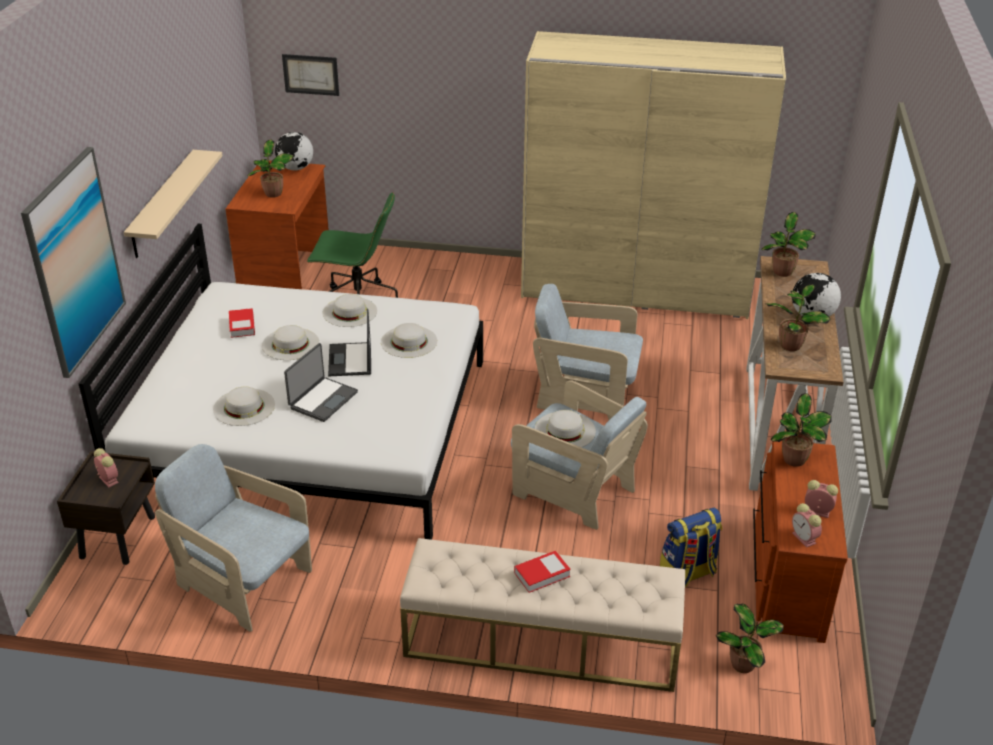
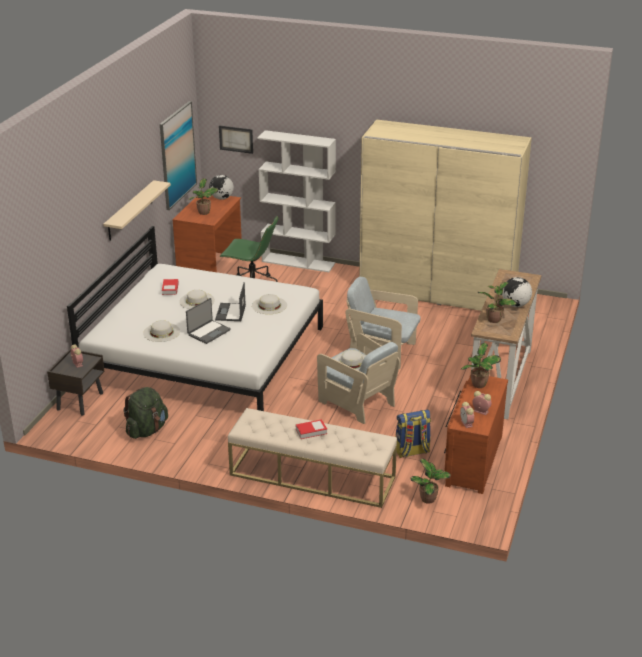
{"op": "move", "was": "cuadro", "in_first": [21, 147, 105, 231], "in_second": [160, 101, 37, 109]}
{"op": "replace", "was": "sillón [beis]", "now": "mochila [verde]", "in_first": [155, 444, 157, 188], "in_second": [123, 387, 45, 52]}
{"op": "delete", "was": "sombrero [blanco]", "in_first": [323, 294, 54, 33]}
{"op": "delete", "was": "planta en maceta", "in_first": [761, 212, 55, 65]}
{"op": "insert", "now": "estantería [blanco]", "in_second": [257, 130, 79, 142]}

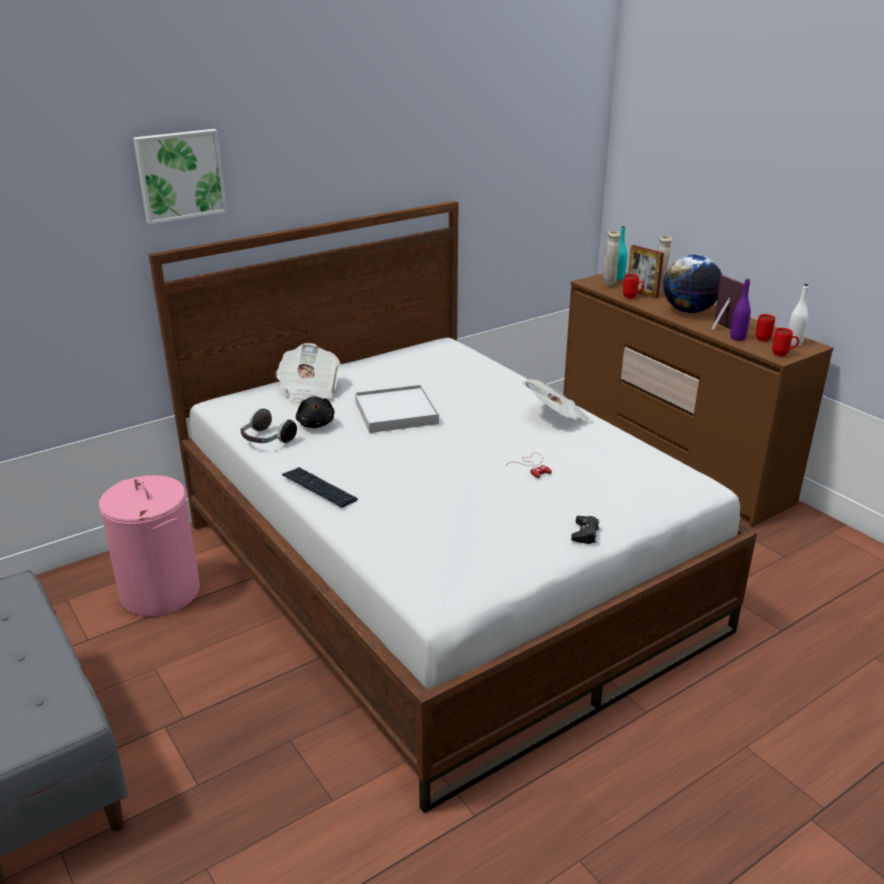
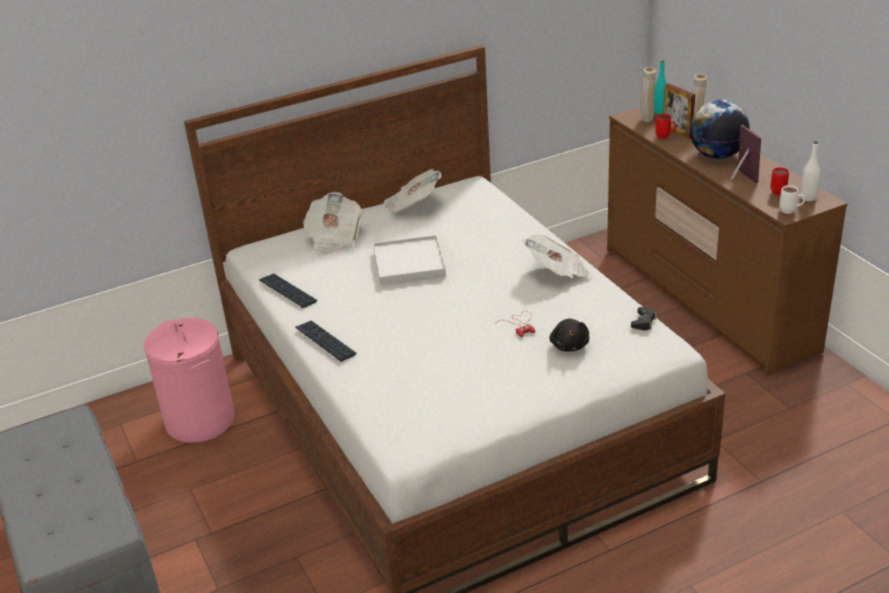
{"op": "delete", "was": "cuadro", "in_first": [133, 129, 94, 95]}
{"op": "replace", "was": "auriculares", "now": "teclado", "in_first": [241, 408, 56, 36], "in_second": [259, 273, 58, 35]}
{"op": "move", "was": "peluche [negro]", "in_first": [296, 396, 39, 32], "in_second": [549, 319, 40, 33]}
{"op": "move", "was": "mando de consola [negro]", "in_first": [571, 516, 28, 28], "in_second": [631, 307, 25, 24]}
{"op": "delete", "was": "botella [morado]", "in_first": [730, 279, 21, 62]}
{"op": "recolor", "was": "taza grande [rojo]", "now": "taza grande [blanco]", "in_first": [772, 328, 27, 29], "in_second": [779, 185, 26, 29]}
{"op": "insert", "now": "periódico", "in_second": [383, 169, 59, 46]}

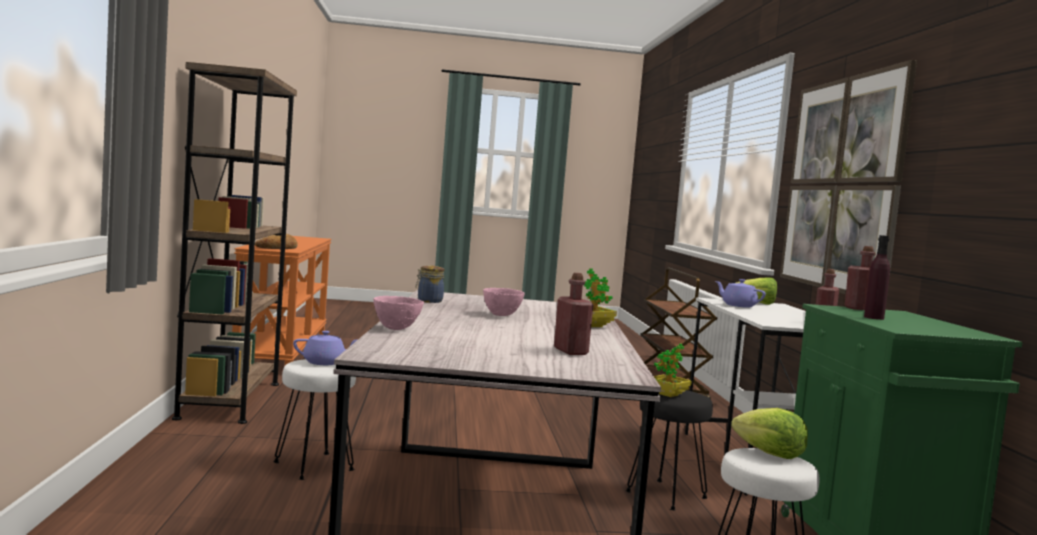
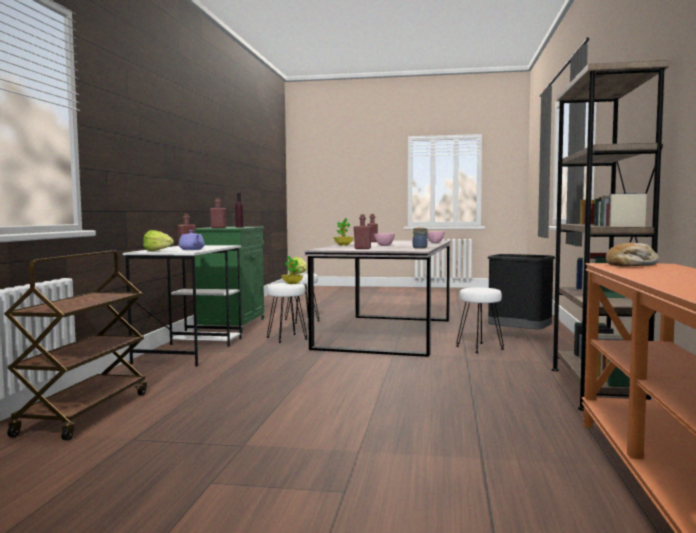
{"op": "delete", "was": "tetera [morado]", "in_first": [293, 331, 64, 34]}
{"op": "recolor", "was": "taburete [negro]", "now": "taburete [blanco]", "in_first": [626, 390, 87, 120], "in_second": [267, 283, 40, 60]}
{"op": "delete", "was": "cuadro", "in_first": [780, 60, 137, 234]}
{"op": "insert", "now": "botella [rojo]", "in_second": [354, 214, 18, 35]}
{"op": "insert", "now": "papelera [negro]", "in_second": [487, 254, 68, 76]}

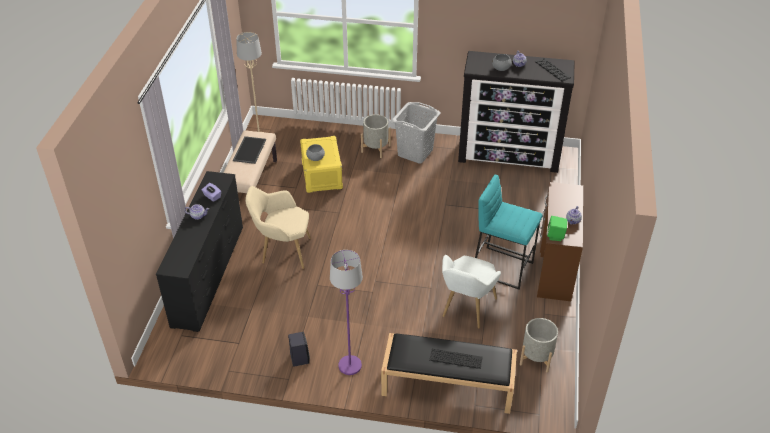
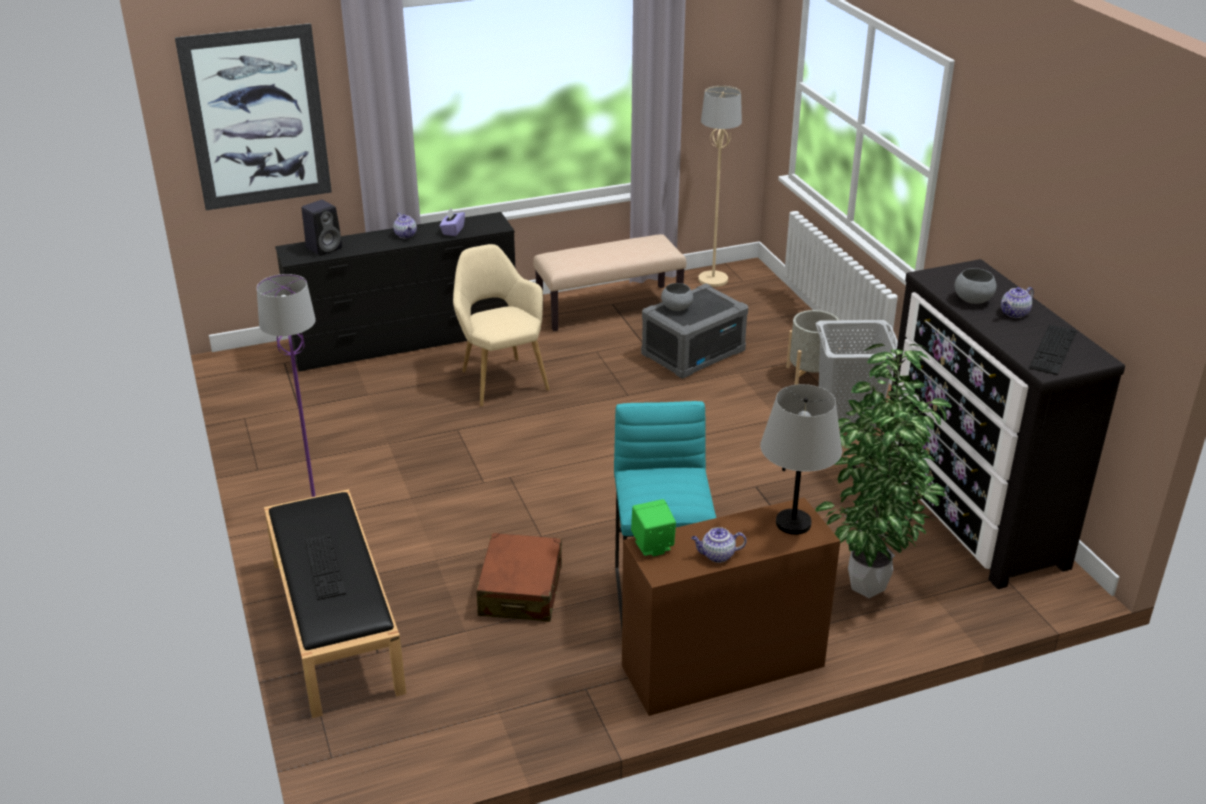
{"op": "delete", "was": "bandeja", "in_first": [233, 136, 33, 28]}
{"op": "move", "was": "altavoz [negro]", "in_first": [288, 332, 22, 35], "in_second": [302, 200, 40, 56]}
{"op": "recolor", "was": "caja de almacenaje [amarillo]", "now": "caja de almacenaje [gris]", "in_first": [300, 136, 43, 57], "in_second": [641, 284, 107, 95]}
{"op": "replace", "was": "sillón [blanco]", "now": "maleta [marrón]", "in_first": [442, 255, 59, 73], "in_second": [477, 533, 85, 89]}
{"op": "delete", "was": "maceta [gris]", "in_first": [520, 318, 38, 54]}
{"op": "insert", "now": "cuadro", "in_second": [175, 23, 157, 187]}
{"op": "insert", "now": "lámpara de mesa [gris]", "in_second": [760, 384, 82, 151]}
{"op": "insert", "now": "planta en maceta", "in_second": [815, 343, 136, 255]}

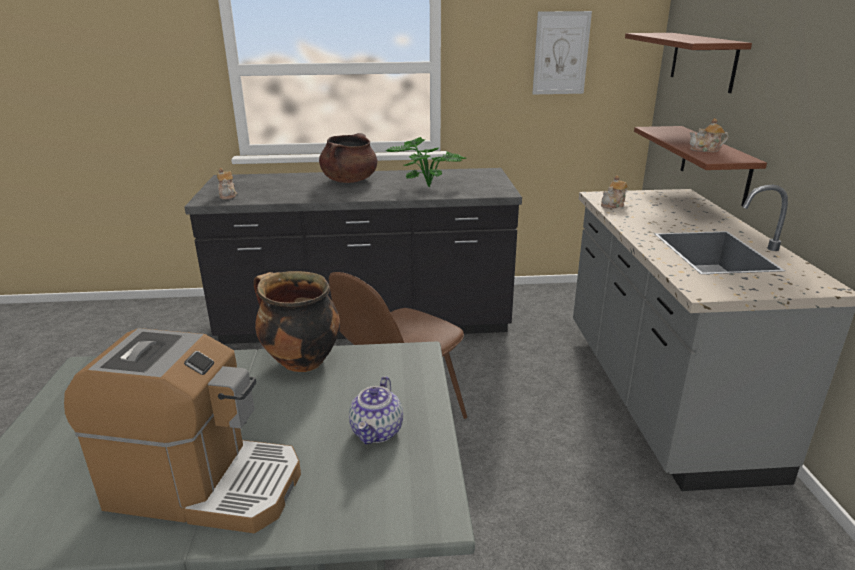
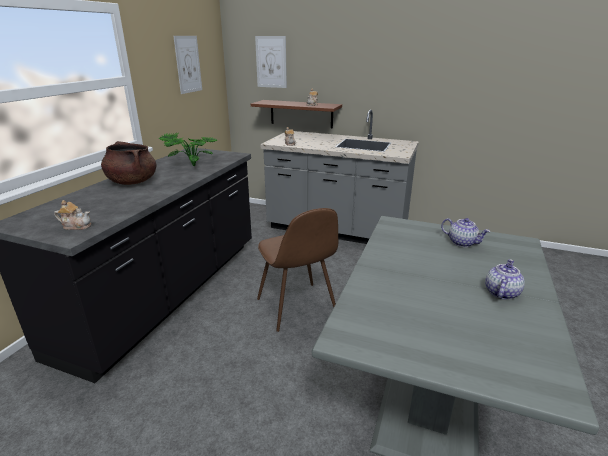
{"op": "replace", "was": "cafetera", "now": "tetera", "in_first": [64, 328, 237, 205], "in_second": [485, 259, 40, 41]}
{"op": "delete", "was": "olla", "in_first": [254, 271, 86, 101]}
{"op": "replace", "was": "estante [marrón]", "now": "cuadro", "in_first": [625, 33, 127, 60], "in_second": [255, 36, 32, 52]}

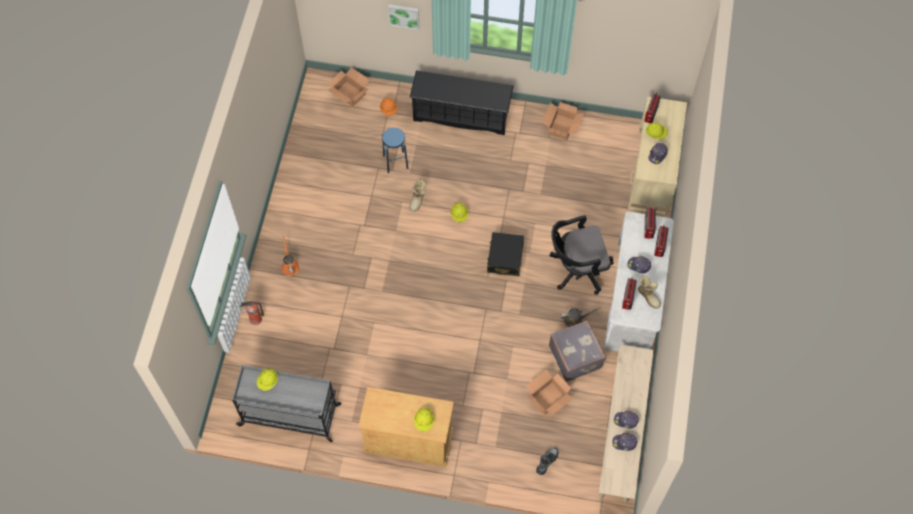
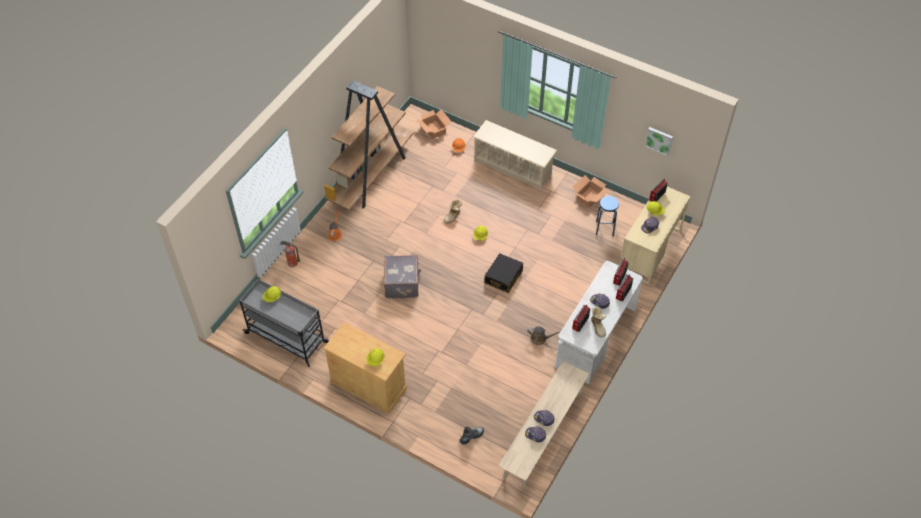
{"op": "move", "was": "taburete [azul]", "in_first": [382, 128, 26, 45], "in_second": [596, 196, 23, 40]}
{"op": "move", "was": "cuadro", "in_first": [388, 4, 31, 26], "in_second": [645, 127, 28, 29]}
{"op": "recolor", "was": "zapatero [negro]", "now": "zapatero [beis]", "in_first": [410, 70, 104, 65], "in_second": [473, 120, 84, 70]}
{"op": "delete", "was": "caja de cartón", "in_first": [526, 369, 47, 46]}
{"op": "delete", "was": "silla de oficina [negro]", "in_first": [549, 215, 64, 80]}
{"op": "move", "was": "maleta [gris]", "in_first": [549, 321, 57, 61], "in_second": [384, 255, 37, 43]}
{"op": "insert", "now": "estantería [marrón]", "in_second": [324, 81, 90, 129]}

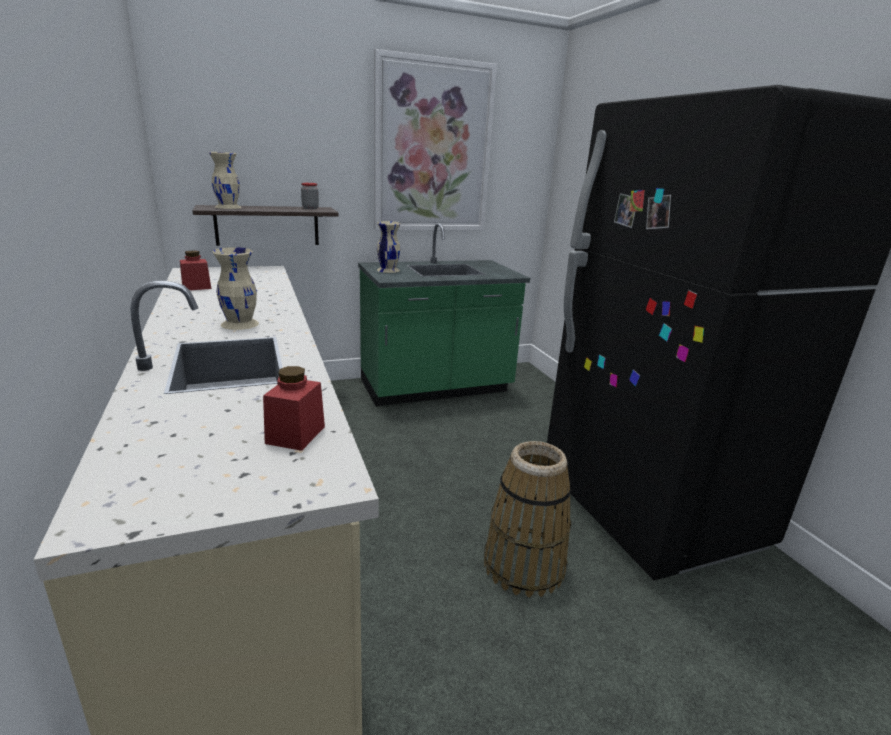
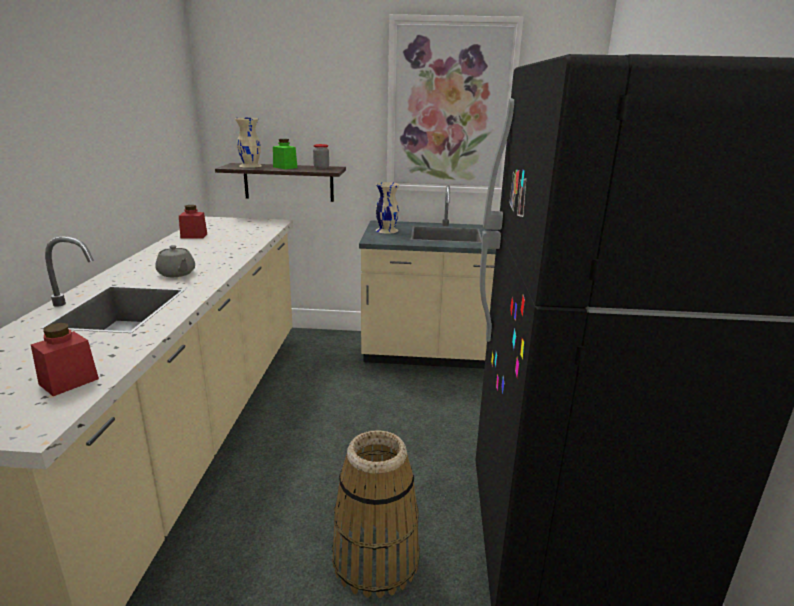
{"op": "replace", "was": "florero [beis]", "now": "tetera [gris]", "in_first": [213, 247, 46, 83], "in_second": [155, 245, 40, 32]}
{"op": "recolor", "was": "mueble bajo de cocina [verde]", "now": "mueble bajo de cocina [beis]", "in_first": [358, 223, 172, 183], "in_second": [359, 185, 139, 184]}
{"op": "insert", "now": "tarro [verde]", "in_second": [273, 139, 24, 30]}

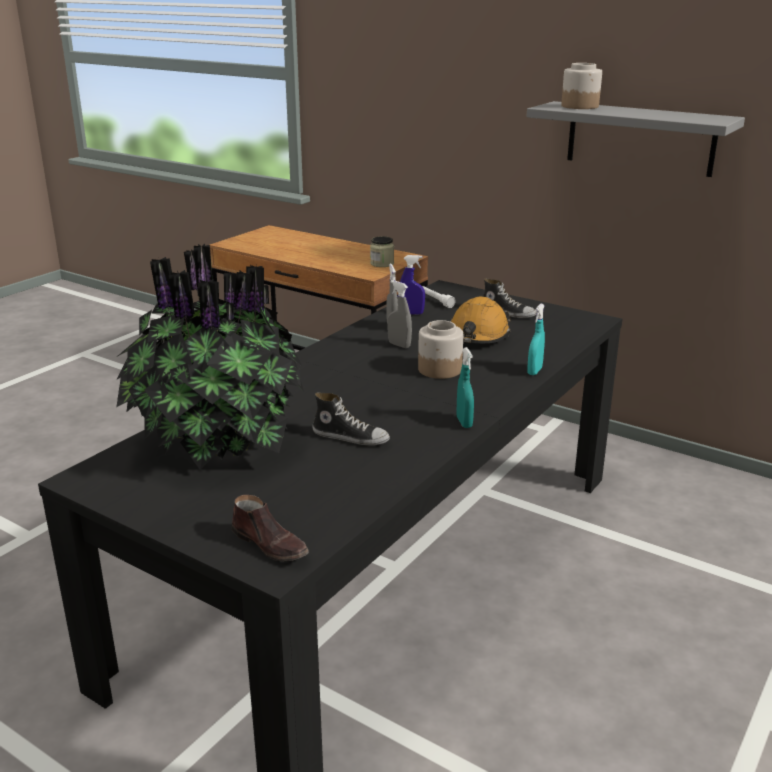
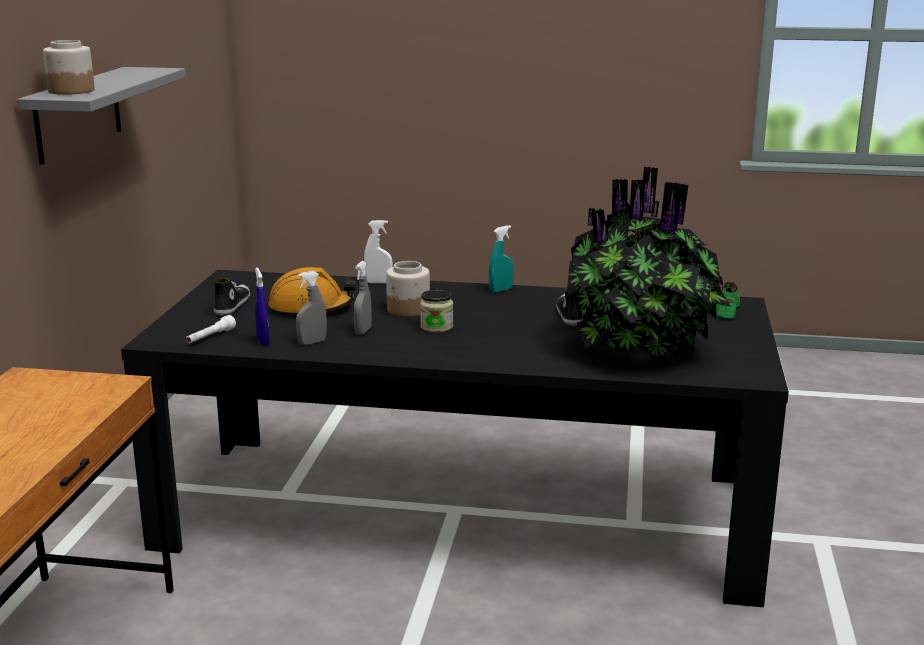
{"op": "recolor", "was": "zapato [marrón]", "now": "zapato [verde]", "in_first": [232, 495, 77, 66], "in_second": [716, 282, 24, 36]}
{"op": "move", "was": "tarro", "in_first": [370, 236, 24, 31], "in_second": [420, 290, 33, 43]}
{"op": "recolor", "was": "pulverizador [turquesa]", "now": "pulverizador [blanco]", "in_first": [527, 304, 18, 71], "in_second": [364, 220, 29, 64]}

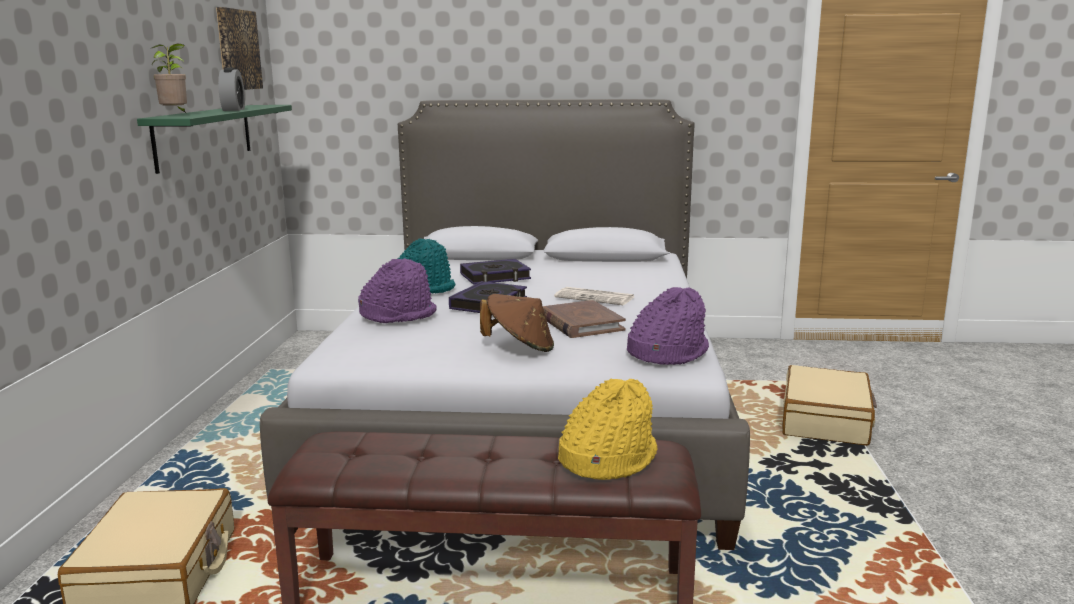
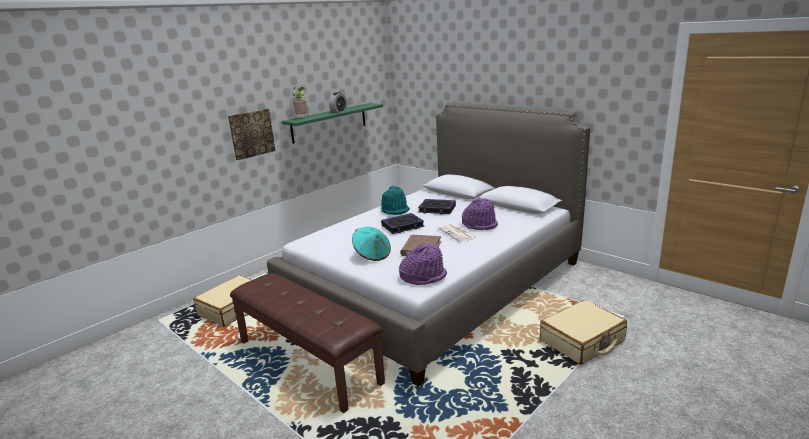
{"op": "move", "was": "cuadro", "in_first": [216, 7, 47, 83], "in_second": [228, 109, 47, 51]}
{"op": "move", "was": "sombrero [morado]", "in_first": [358, 258, 79, 65], "in_second": [462, 198, 36, 32]}
{"op": "recolor", "was": "sombrero [marrón]", "now": "sombrero [turquesa]", "in_first": [480, 294, 74, 58], "in_second": [352, 226, 39, 35]}
{"op": "delete", "was": "sombrero [amarillo]", "in_first": [558, 379, 100, 101]}

